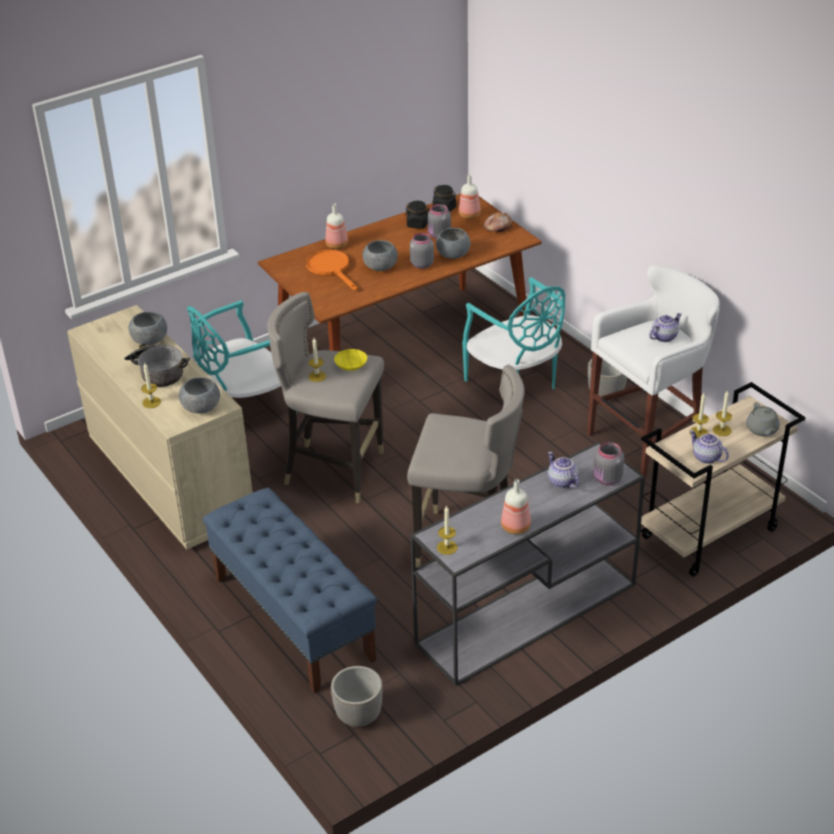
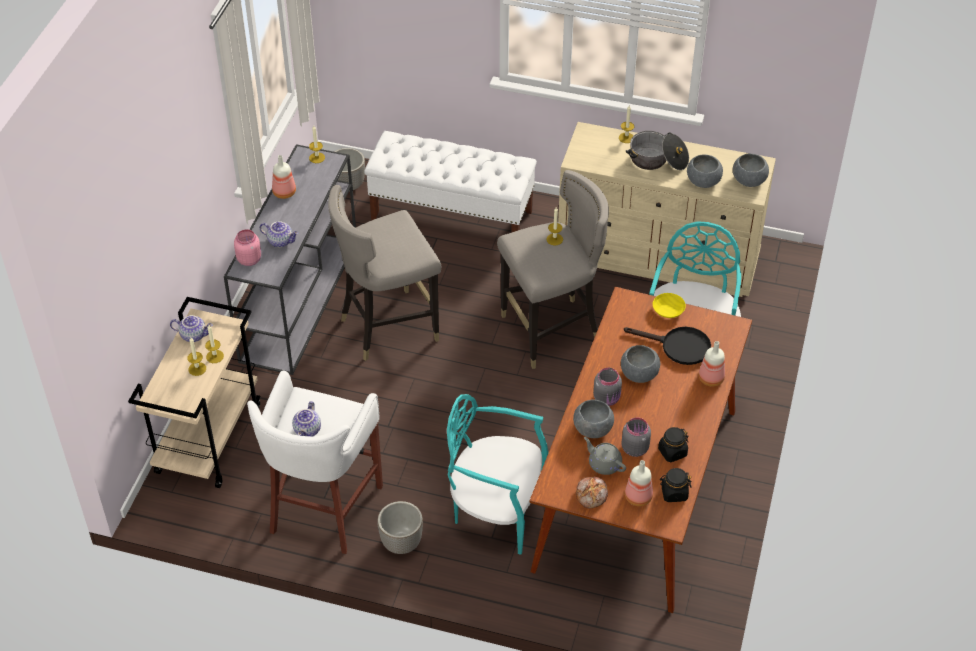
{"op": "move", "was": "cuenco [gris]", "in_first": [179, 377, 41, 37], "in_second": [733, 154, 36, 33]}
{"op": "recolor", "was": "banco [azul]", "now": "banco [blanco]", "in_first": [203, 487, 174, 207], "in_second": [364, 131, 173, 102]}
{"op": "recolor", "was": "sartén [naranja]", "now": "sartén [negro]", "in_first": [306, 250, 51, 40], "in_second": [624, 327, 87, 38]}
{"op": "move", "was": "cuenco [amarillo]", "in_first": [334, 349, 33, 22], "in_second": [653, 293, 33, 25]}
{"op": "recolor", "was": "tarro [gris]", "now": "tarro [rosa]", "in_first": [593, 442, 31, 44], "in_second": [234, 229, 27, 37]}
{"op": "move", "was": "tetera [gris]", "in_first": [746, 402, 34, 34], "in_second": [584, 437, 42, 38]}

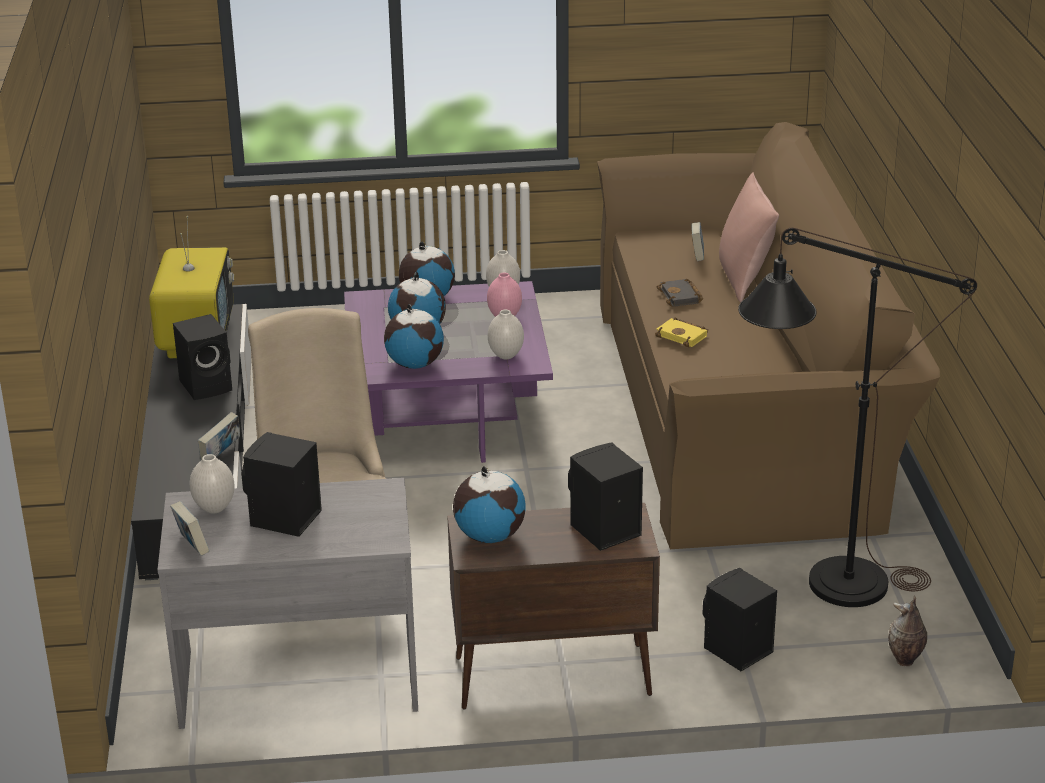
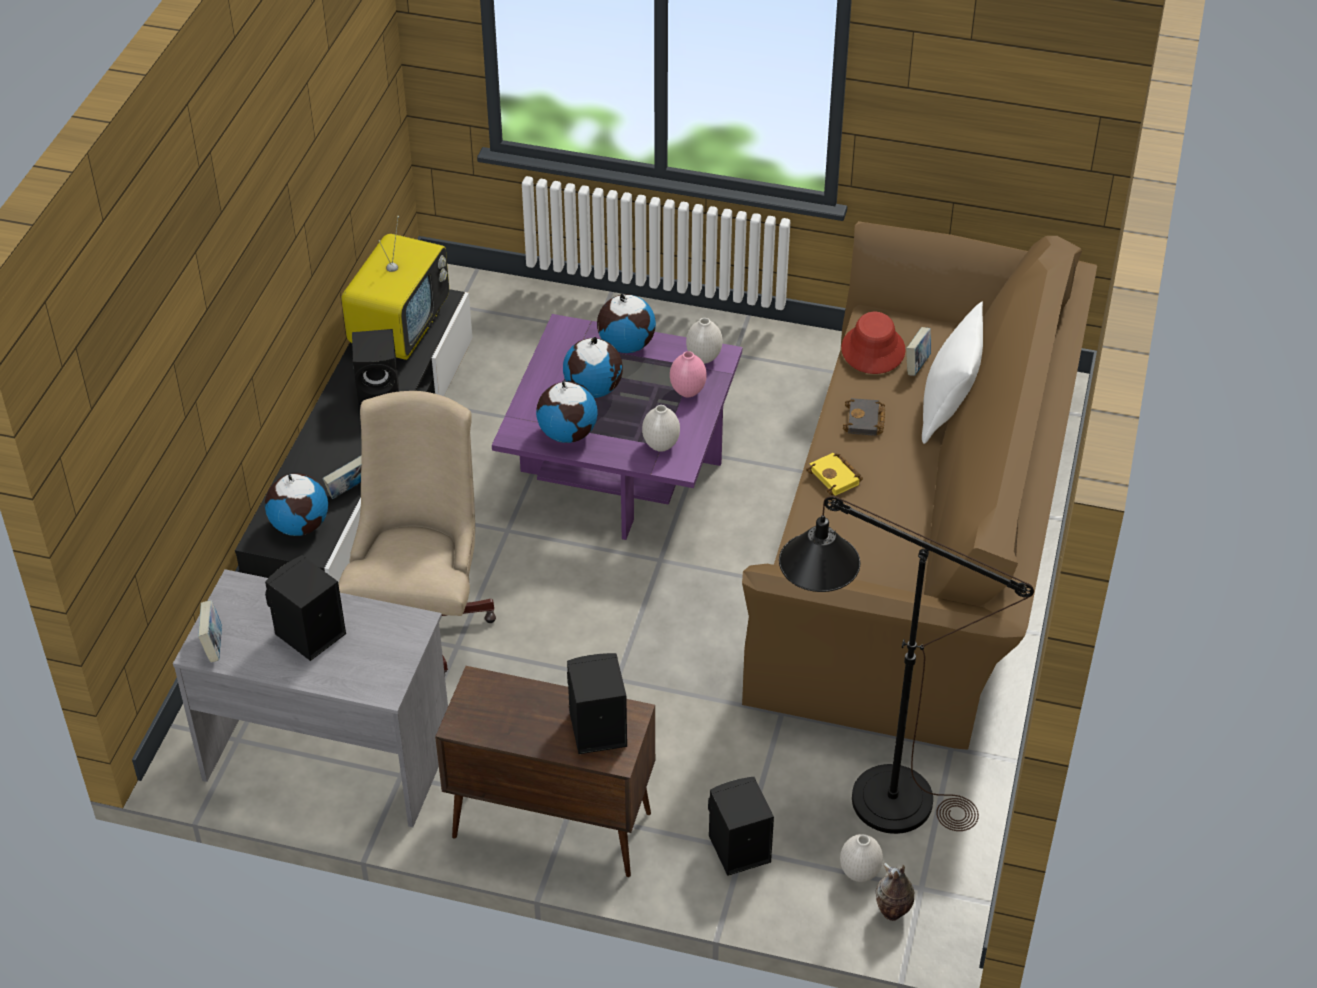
{"op": "move", "was": "florero [blanco]", "in_first": [190, 454, 45, 60], "in_second": [840, 834, 43, 48]}
{"op": "move", "was": "globo terráqueo", "in_first": [453, 466, 73, 77], "in_second": [265, 473, 63, 63]}
{"op": "recolor", "was": "cojín [rosa]", "now": "cojín [blanco]", "in_first": [719, 172, 60, 130], "in_second": [922, 301, 61, 143]}
{"op": "insert", "now": "sombrero [rojo]", "in_second": [841, 312, 65, 62]}

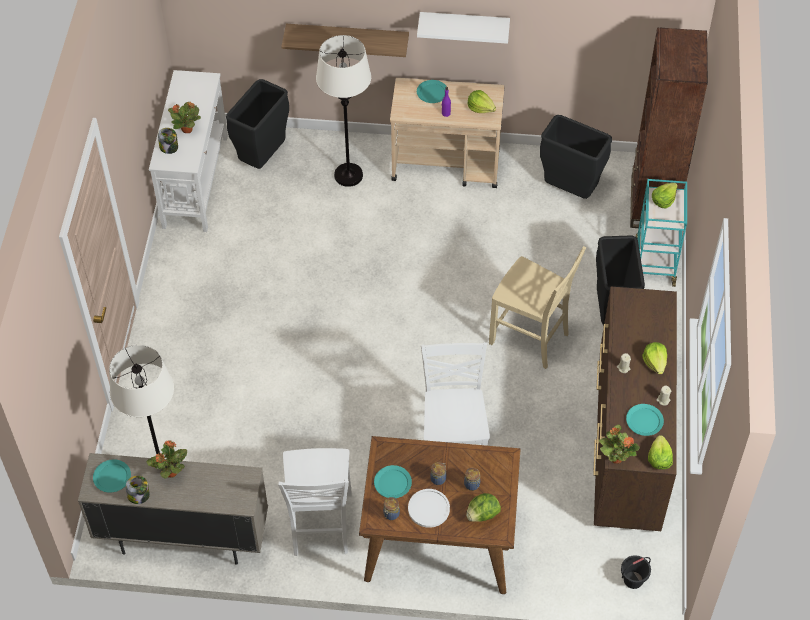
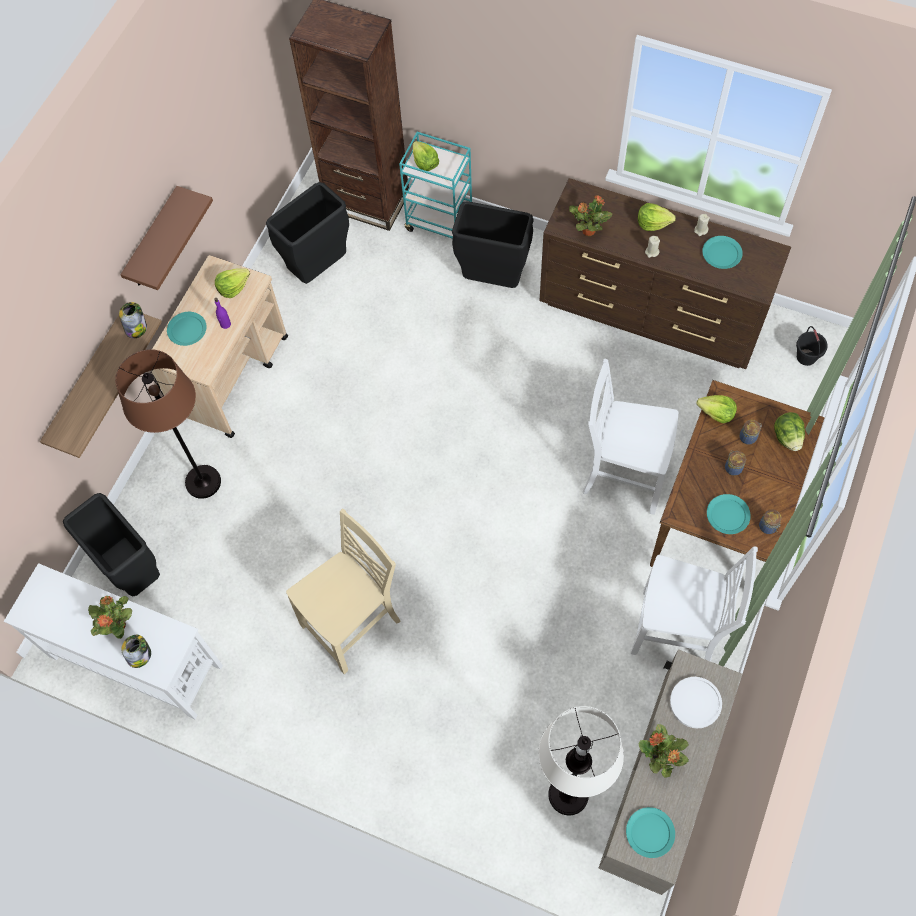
{"op": "move", "was": "tarro", "in_first": [126, 476, 24, 28], "in_second": [119, 302, 28, 36]}
{"op": "recolor", "was": "lámpara de pie [blanco]", "now": "lámpara de pie [marrón]", "in_first": [316, 35, 55, 152], "in_second": [115, 349, 106, 150]}
{"op": "move", "was": "plato [blanco]", "in_first": [408, 489, 42, 39], "in_second": [670, 677, 52, 51]}
{"op": "recolor", "was": "estante [blanco]", "now": "estante [marrón]", "in_first": [417, 12, 93, 32], "in_second": [120, 186, 93, 104]}
{"op": "move", "was": "silla [beis]", "in_first": [489, 246, 97, 123], "in_second": [286, 508, 115, 166]}
{"op": "move", "was": "planta en maceta", "in_first": [599, 425, 41, 39], "in_second": [569, 195, 43, 41]}
{"op": "move", "was": "lechuga", "in_first": [648, 435, 25, 35], "in_second": [696, 395, 41, 28]}

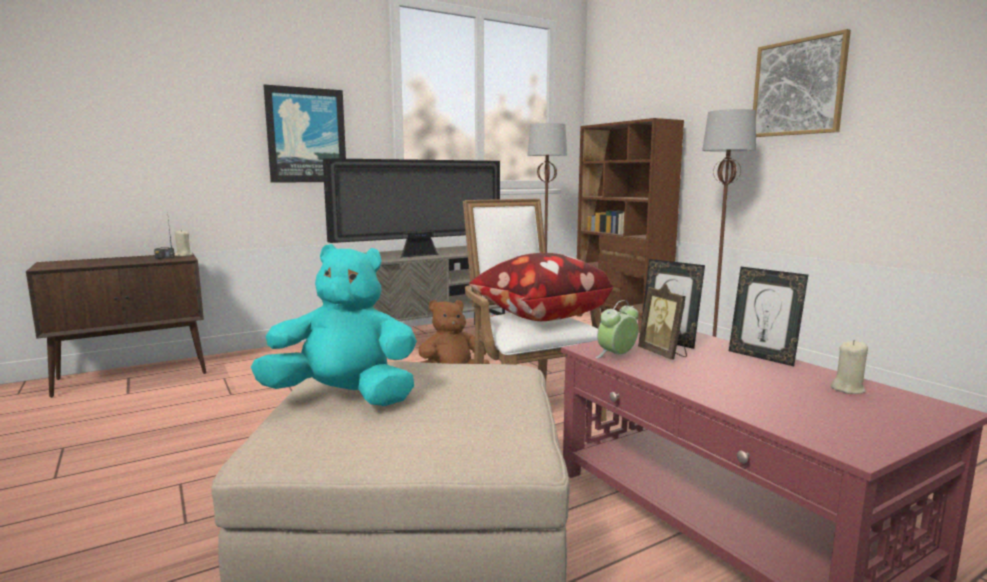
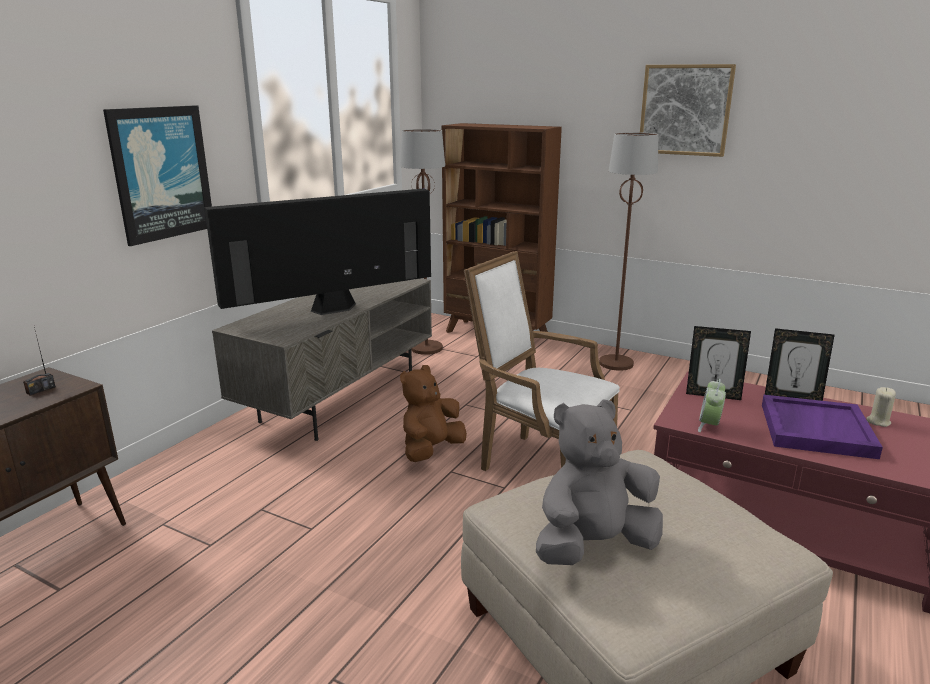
{"op": "delete", "was": "vela [beis]", "in_first": [175, 230, 18, 27]}
{"op": "recolor", "was": "peluche [turquesa]", "now": "peluche [gris]", "in_first": [251, 244, 166, 162], "in_second": [536, 399, 127, 166]}
{"op": "rotate", "was": "televisor", "in_first": [323, 158, 177, 99], "in_second": [204, 189, 227, 126], "clockwise": -150}
{"op": "delete", "was": "cojín", "in_first": [469, 253, 144, 68]}
{"op": "delete", "was": "portarretratos", "in_first": [638, 284, 49, 76]}
{"op": "insert", "now": "bandeja [morado]", "in_second": [762, 395, 121, 64]}

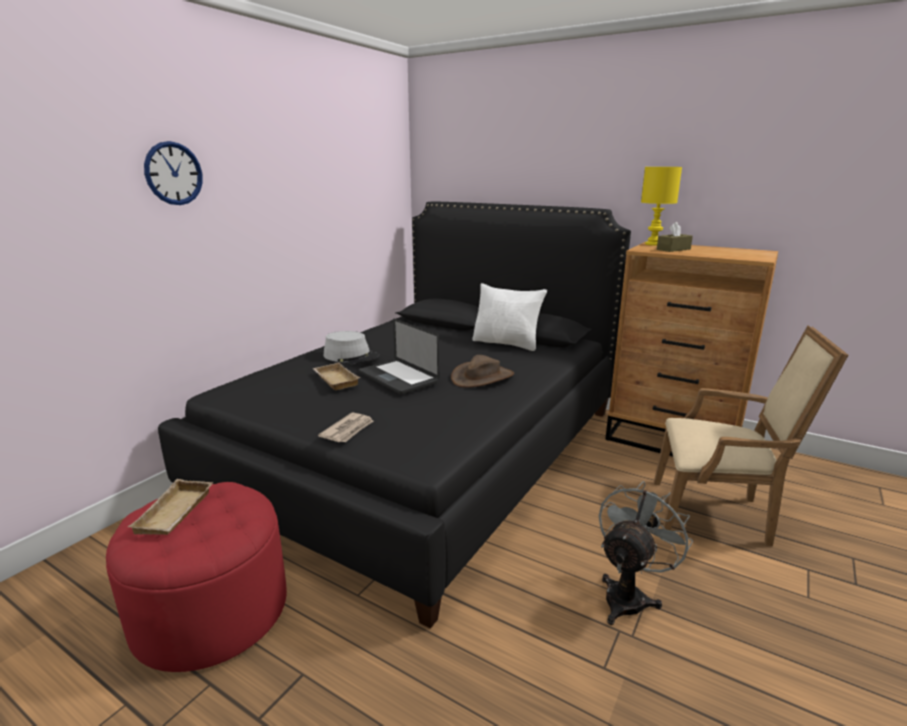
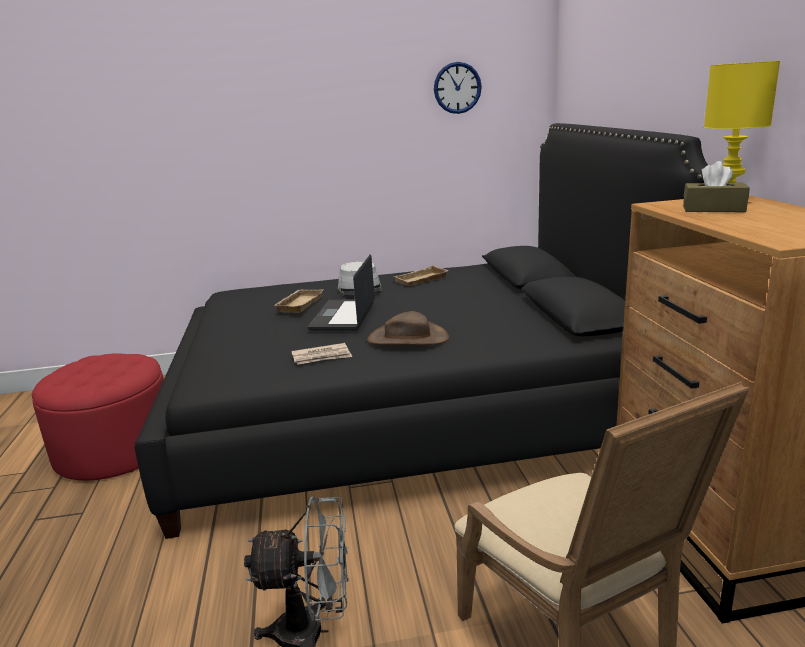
{"op": "move", "was": "bandeja [beis]", "in_first": [128, 479, 85, 56], "in_second": [394, 265, 55, 21]}
{"op": "move", "was": "reloj de pared", "in_first": [144, 141, 59, 64], "in_second": [434, 62, 48, 52]}
{"op": "move", "was": "periódico", "in_first": [318, 412, 56, 30], "in_second": [291, 343, 61, 22]}
{"op": "delete", "was": "cojín [blanco]", "in_first": [472, 283, 75, 68]}

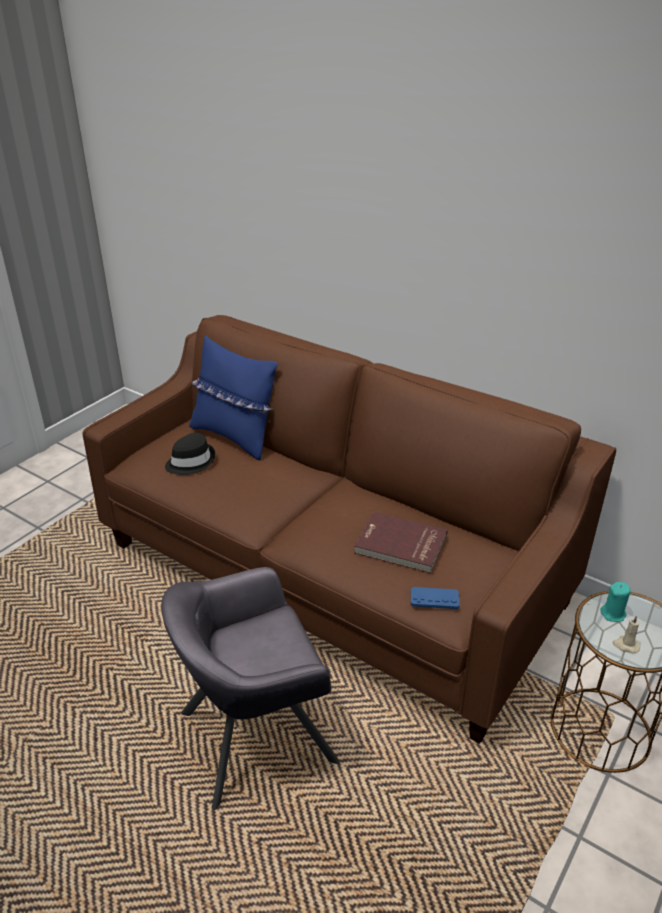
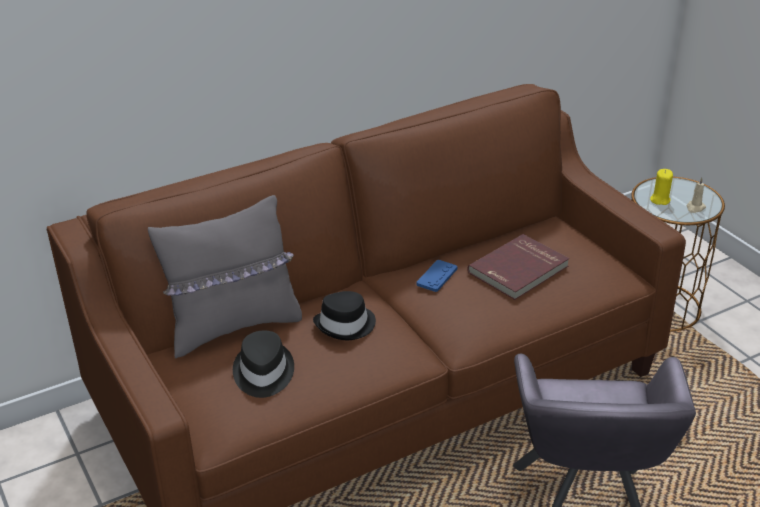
{"op": "recolor", "was": "cojín [azul]", "now": "cojín [gris]", "in_first": [189, 335, 89, 125], "in_second": [148, 195, 154, 164]}
{"op": "move", "was": "mando de consola [azul]", "in_first": [411, 587, 49, 22], "in_second": [416, 260, 42, 32]}
{"op": "recolor", "was": "vela [turquesa]", "now": "vela [amarillo]", "in_first": [600, 582, 31, 40], "in_second": [650, 169, 23, 36]}
{"op": "insert", "now": "sombrero [negro]", "in_second": [313, 291, 63, 49]}

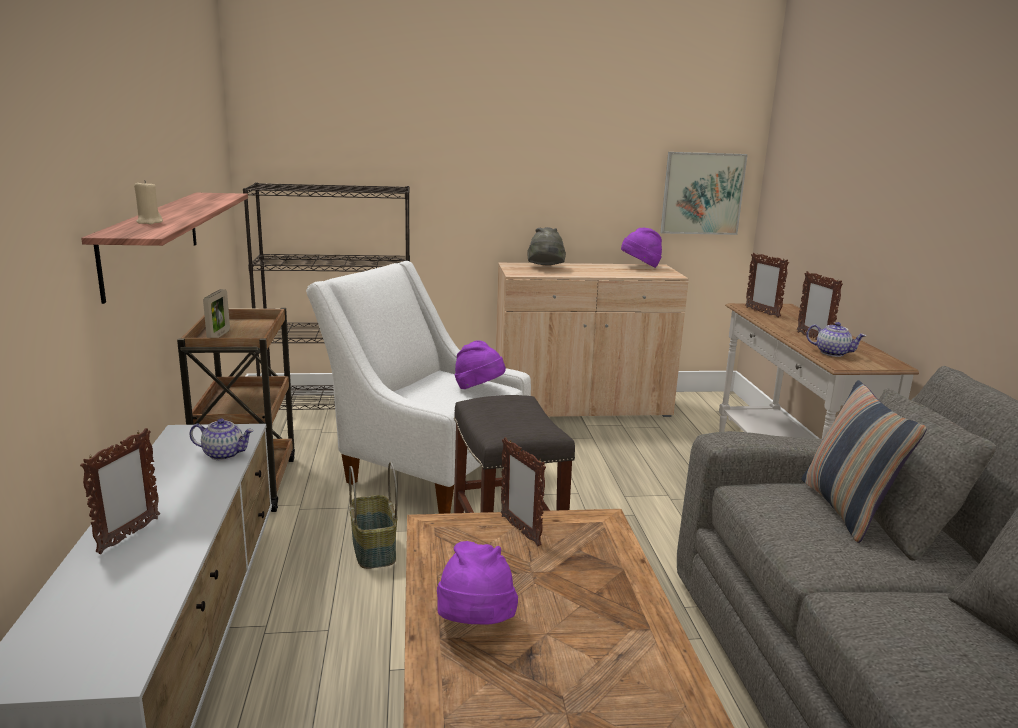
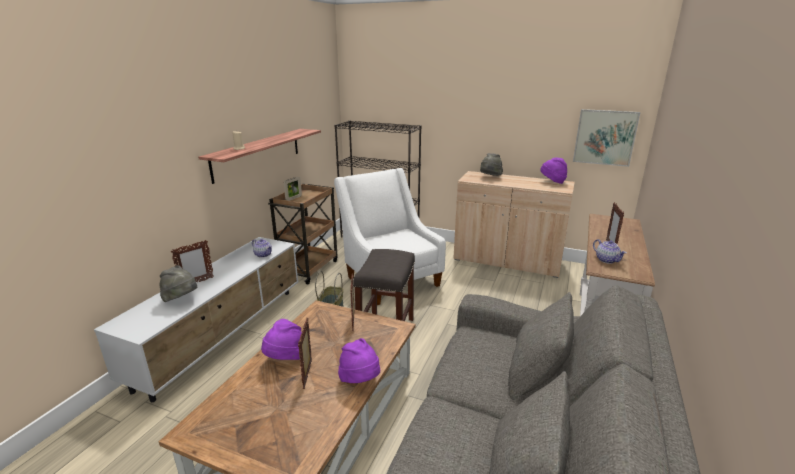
{"op": "move", "was": "sombrero [morado]", "in_first": [455, 340, 51, 49], "in_second": [338, 338, 42, 45]}
{"op": "move", "was": "portarretratos", "in_first": [745, 253, 44, 65], "in_second": [298, 318, 14, 71]}
{"op": "delete", "was": "cojín", "in_first": [802, 380, 125, 163]}
{"op": "insert", "now": "sombrero [gris]", "in_second": [160, 265, 37, 37]}

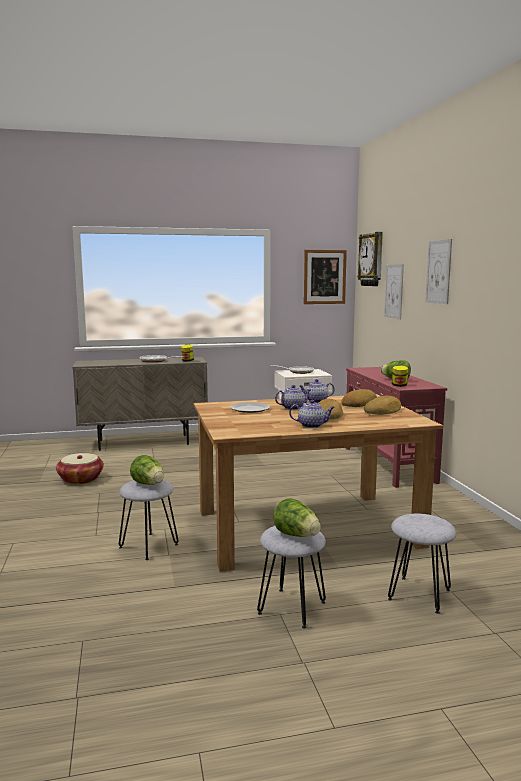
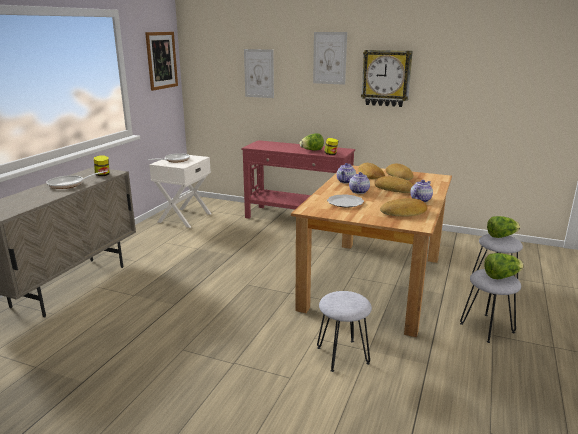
{"op": "delete", "was": "cesta", "in_first": [56, 453, 48, 31]}
{"op": "move", "was": "lechuga", "in_first": [130, 455, 34, 30], "in_second": [487, 216, 33, 22]}
{"op": "move", "was": "reloj de pared", "in_first": [357, 232, 26, 54], "in_second": [361, 50, 52, 57]}
{"op": "insert", "now": "pan", "in_second": [380, 198, 47, 19]}

